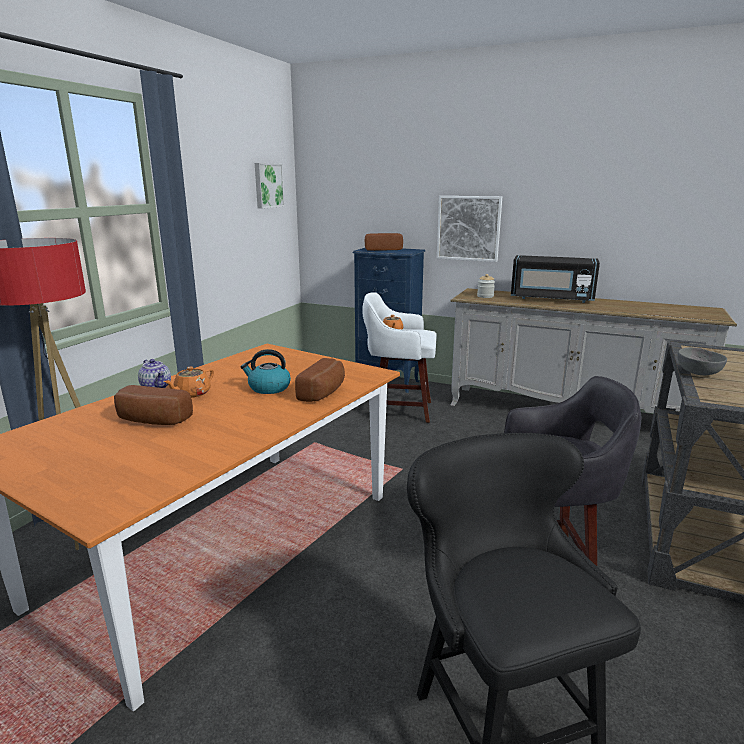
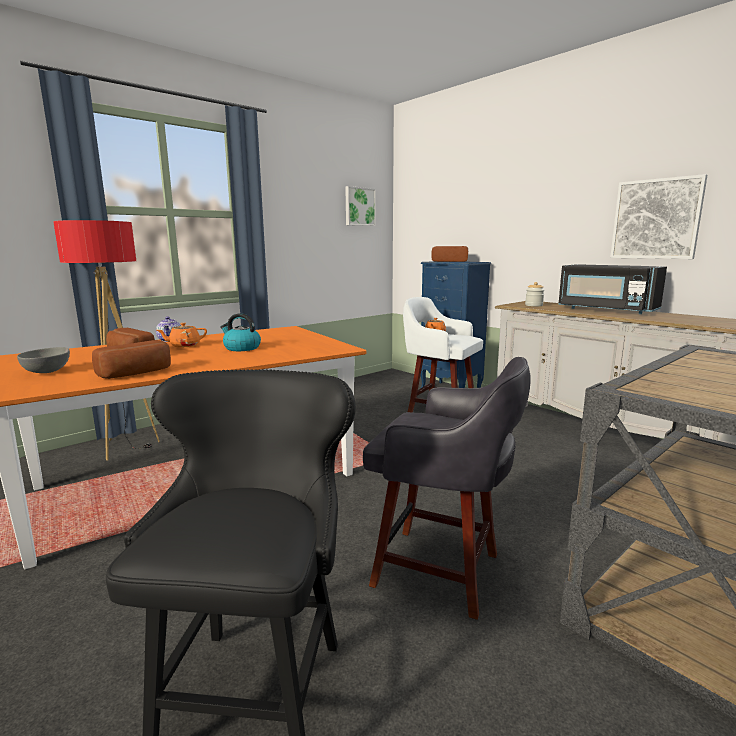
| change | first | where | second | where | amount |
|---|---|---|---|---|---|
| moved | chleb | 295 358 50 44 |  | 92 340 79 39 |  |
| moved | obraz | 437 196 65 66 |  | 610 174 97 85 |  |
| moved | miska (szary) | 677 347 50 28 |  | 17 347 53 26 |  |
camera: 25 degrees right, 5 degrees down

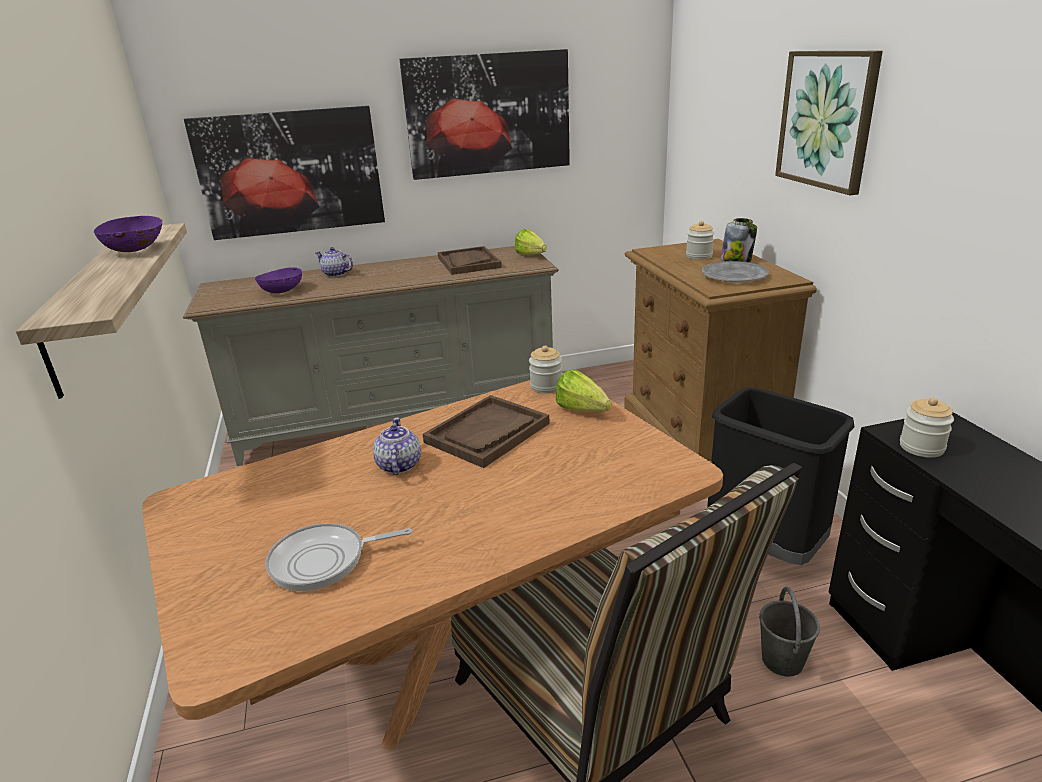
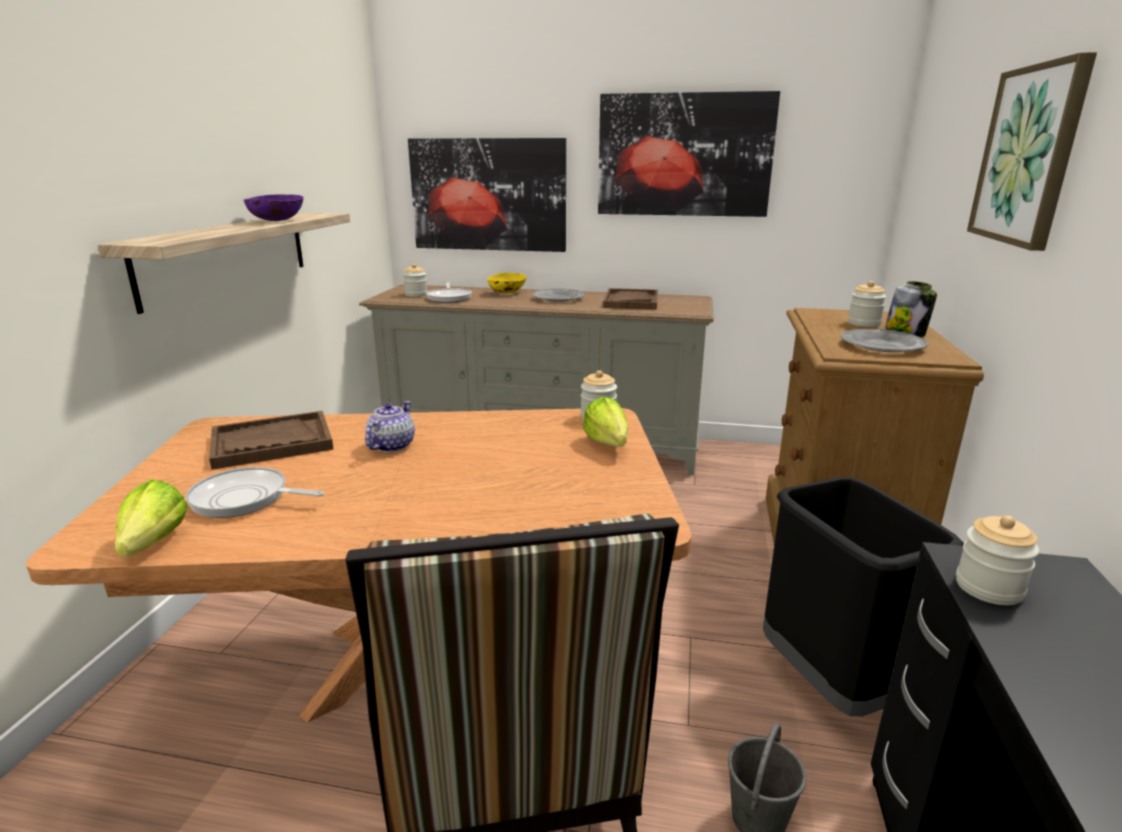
| change | first | where | second | where | amount |
|---|---|---|---|---|---|
| replaced | miska (fioletowy) | 255 267 47 26 | patelnia | 426 283 46 20 |  |
| replaced | imbryk | 315 247 38 30 | miska (żółty) | 487 273 40 21 |  |
| moved | taca (brązowy) | 423 395 127 73 |  | 209 411 124 59 |  |
| moved | sałata | 515 229 31 27 |  | 115 480 73 77 |  |
| added |  |  | słoik | 403 264 25 33 |  |
| added |  |  | talerz (szary) | 532 289 53 13 |  |
camera: 25 degrees right, 5 degrees down

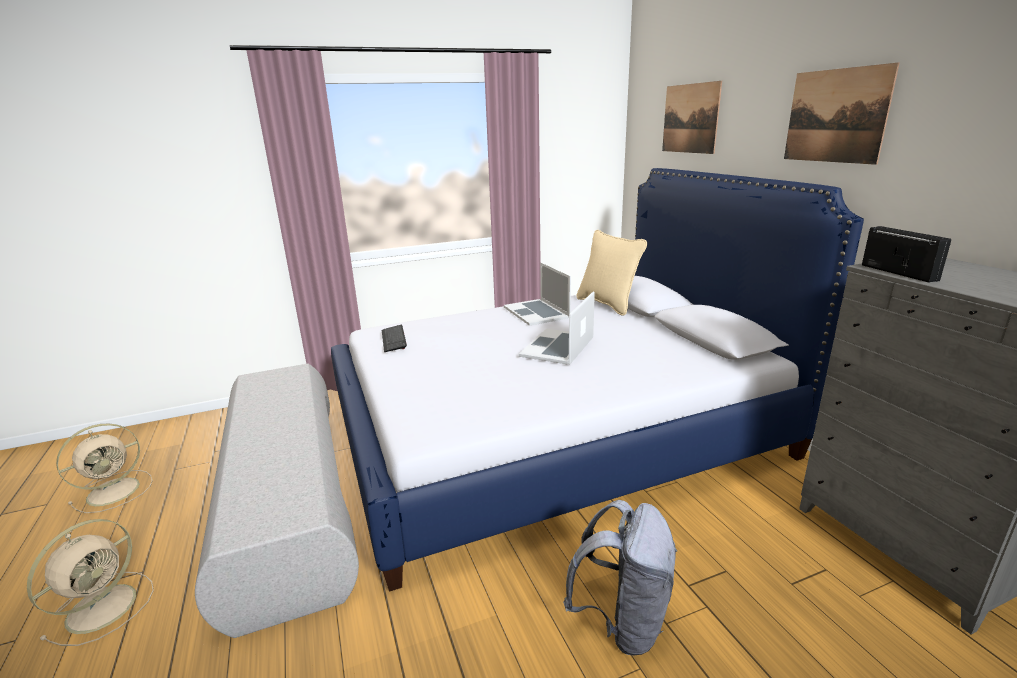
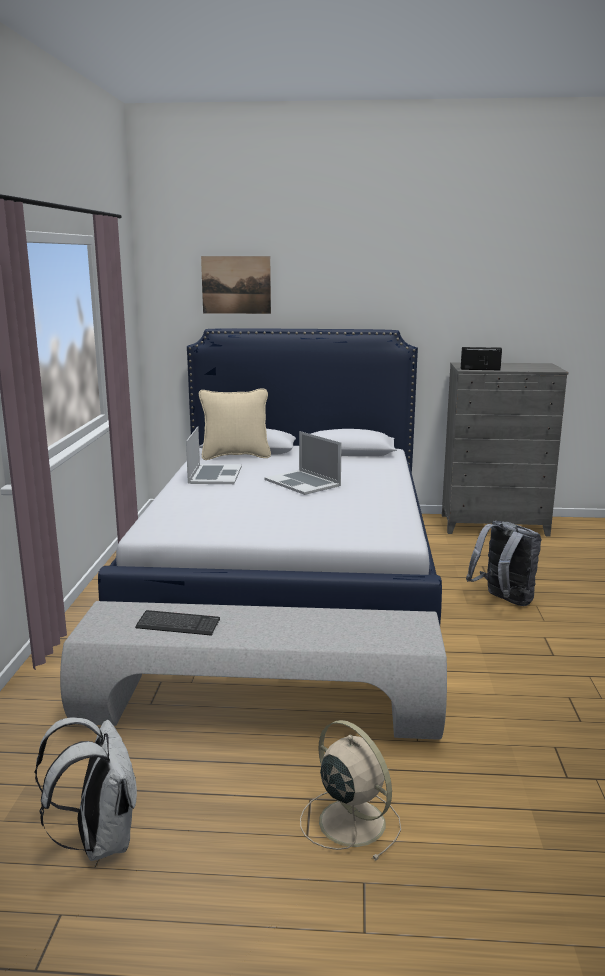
| change | first | where | second | where | amount |
|---|---|---|---|---|---|
| replaced | wentylator (beżowy) | 56 423 97 90 | plecak (biały) | 34 717 103 144 |  |
| moved | klawiatura | 382 325 25 27 |  | 135 610 85 26 |  |
| turned | laptop | 504 262 67 64 |  | 186 427 56 57 | 90 degrees counterclockwise |
| removed | obraz | 784 62 116 103 |  |  |  |
camera: 65 degrees left, 5 degrees down

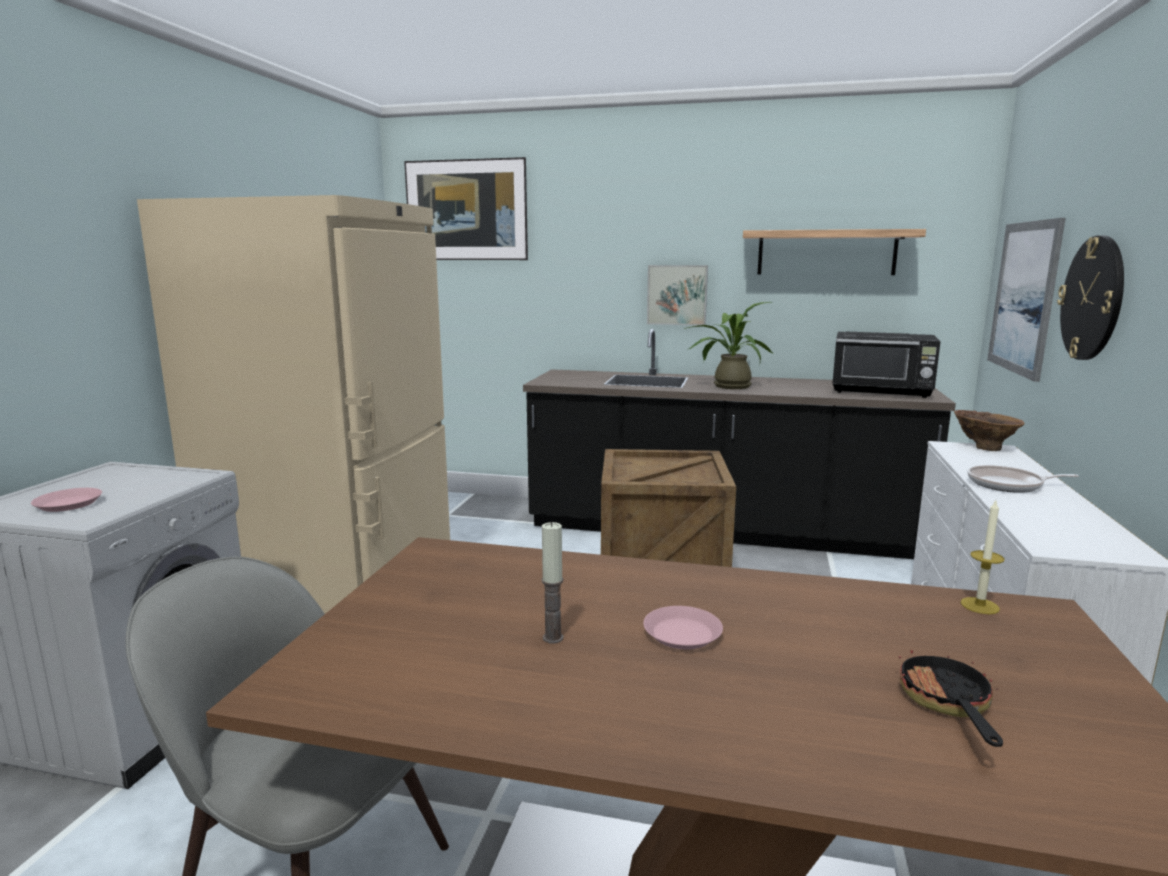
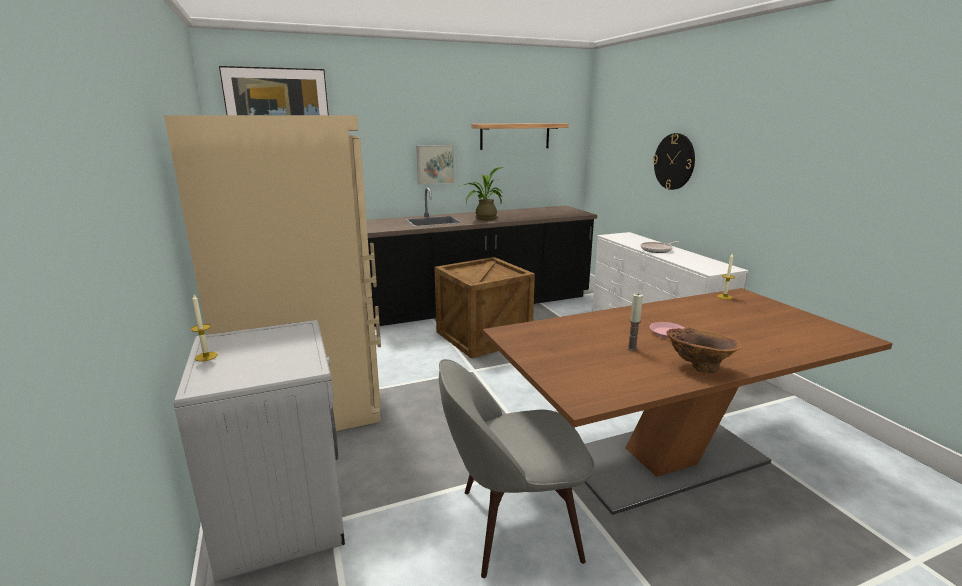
| change | first | where | second | where | amount |
|---|---|---|---|---|---|
| removed | talerz (różowy) | 31 488 71 24 |  |  |  |
| removed | mikrofalówka (czarny) | 832 332 108 66 |  |  |  |
| removed | patelnia | 899 639 104 108 |  |  |  |
| moved | wazon (brązowy) | 954 410 71 41 |  | 666 328 76 45 |  |
| removed | obraz | 987 218 79 164 |  |  |  |
| added |  |  | świeca | 190 294 28 68 |  |
camera: 35 degrees left, 5 degrees up

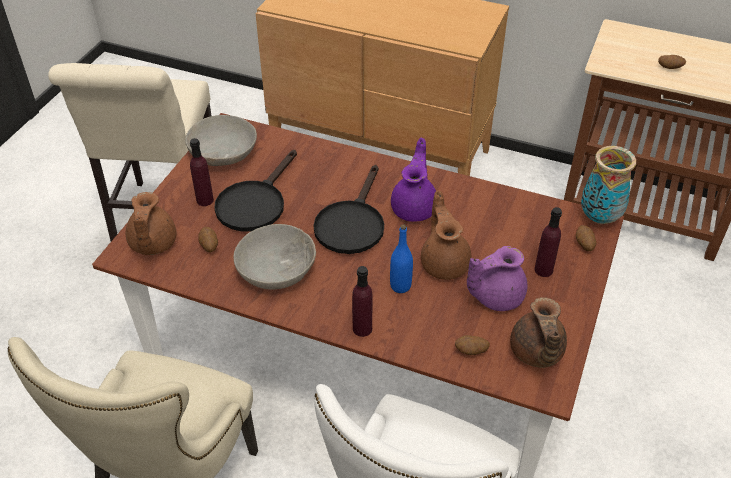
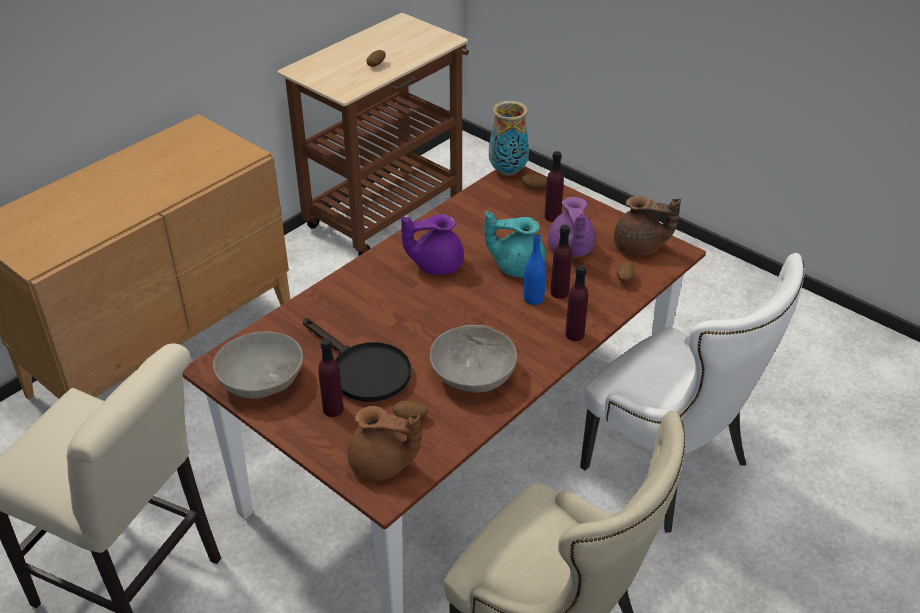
| change | first | where | second | where | amount |
|---|---|---|---|---|---|
| removed | patelnia (czarny) | 314 165 70 89 |  |  |  |
| turned | imbryk (fioletowy) | 391 138 45 84 |  | 401 214 63 61 | 45 degrees counterclockwise |
| recoloured | imbryk (brązowy) | 421 190 51 90 | imbryk (turkusowy) | 484 211 62 67 |  |
| added |  |  | butelka (fioletowy) | 551 225 21 74 |  |
camera: 70 degrees left, 5 degrees down

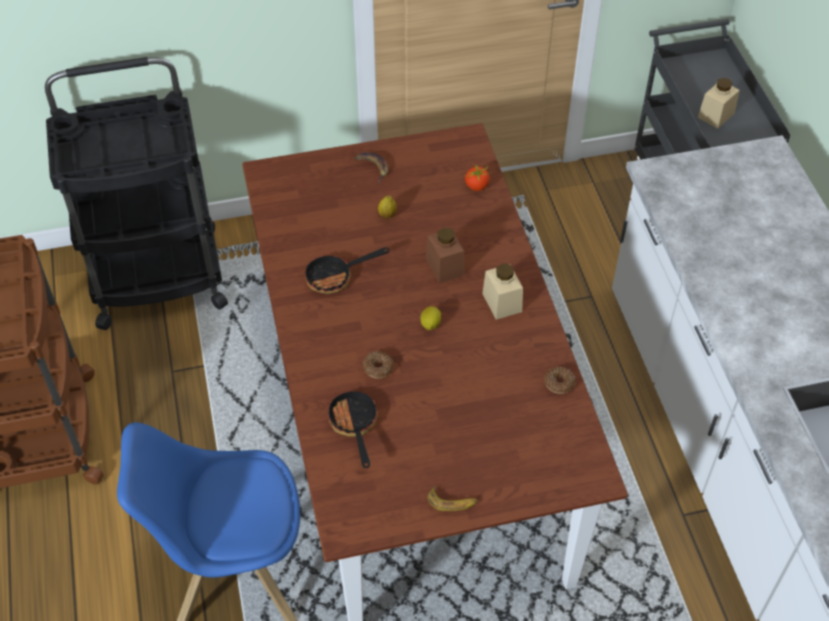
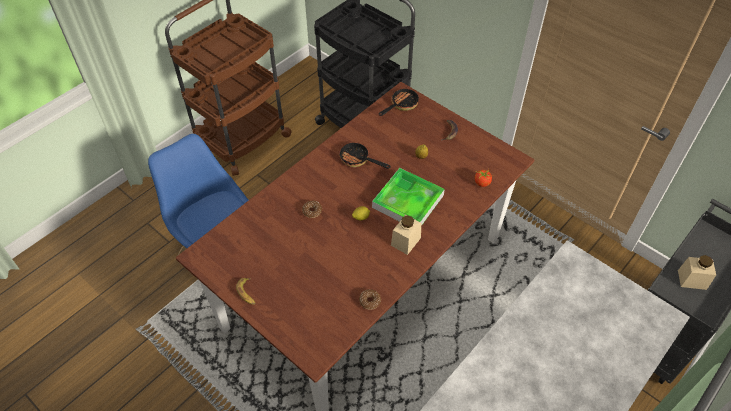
| change | first | where | second | where | amount |
|---|---|---|---|---|---|
| moved | patelnia | 327 391 51 77 |  | 379 87 40 29 |  |
| replaced | słoik (brązowy) | 426 228 39 55 | taca | 372 168 73 58 |  |
camera: 55 degrees right, 0 degrees up

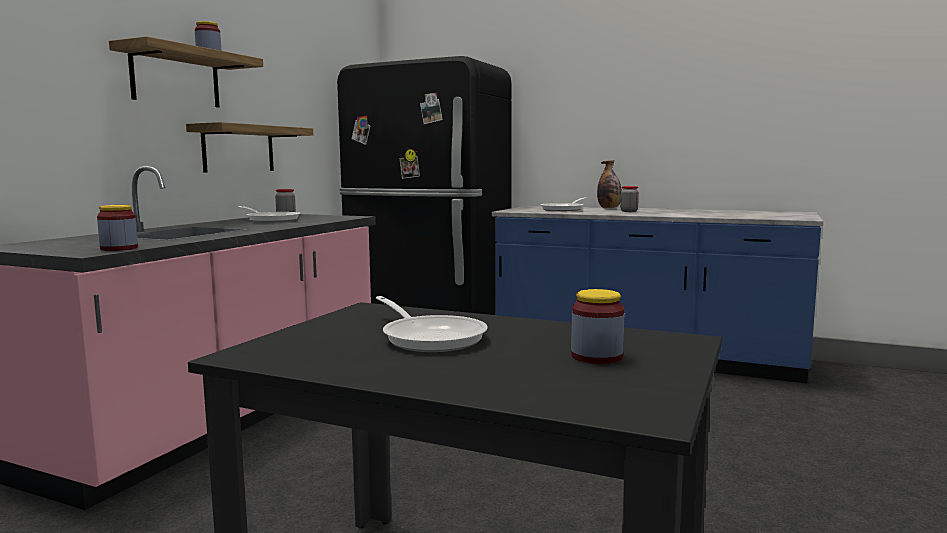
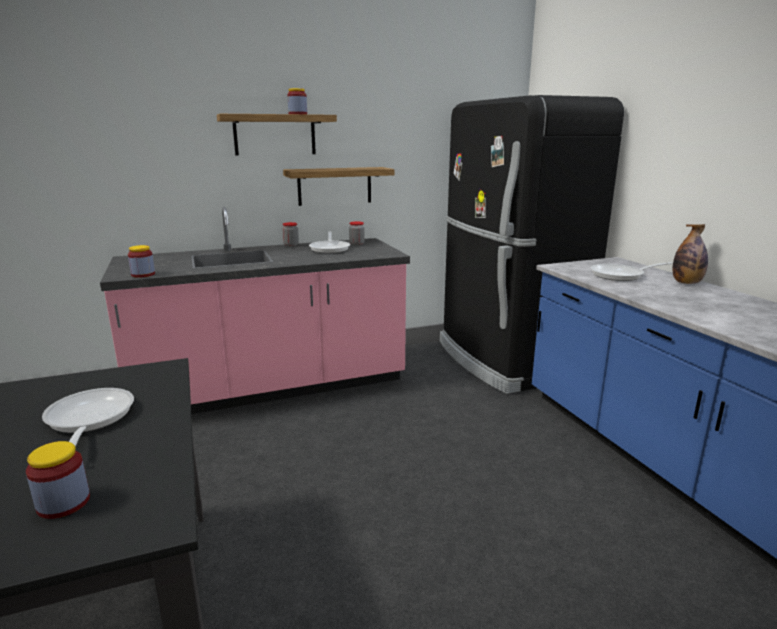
| change | first | where | second | where | amount |
|---|---|---|---|---|---|
| turned | patelnia | 376 296 112 56 |  | 42 388 92 58 | 150 degrees clockwise |
| moved | słoik | 620 186 19 26 |  | 282 222 17 25 |  |
camera: 45 degrees right, 10 degrees up

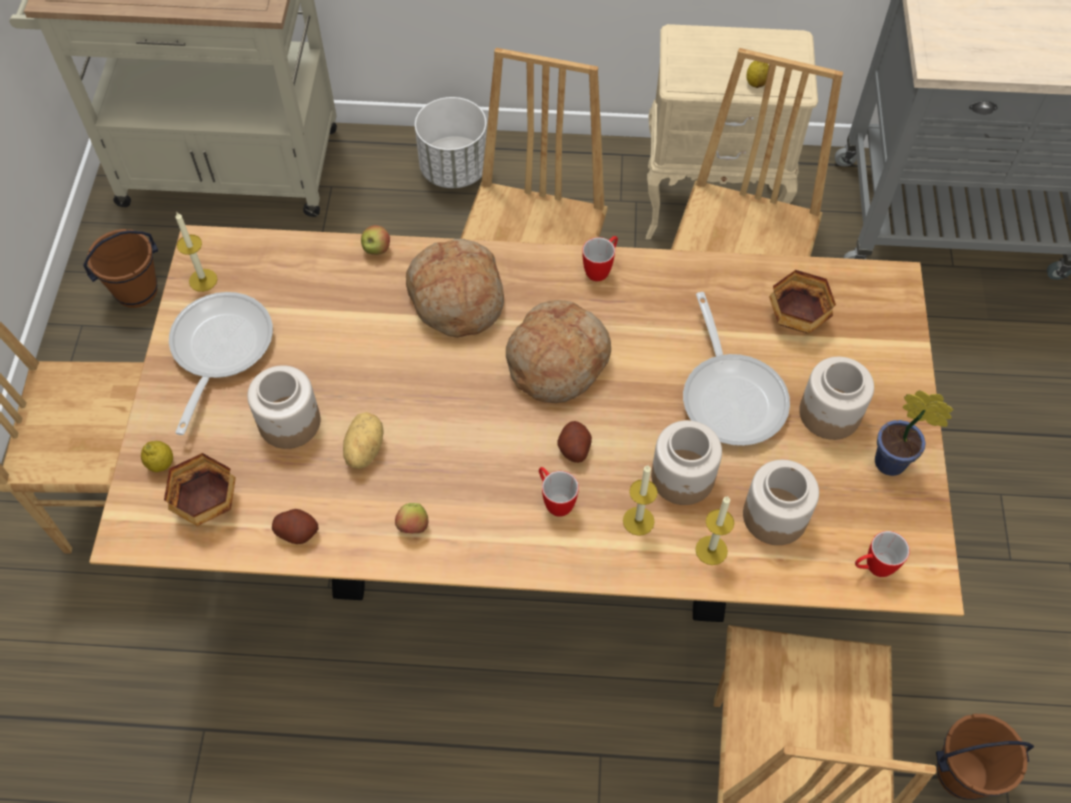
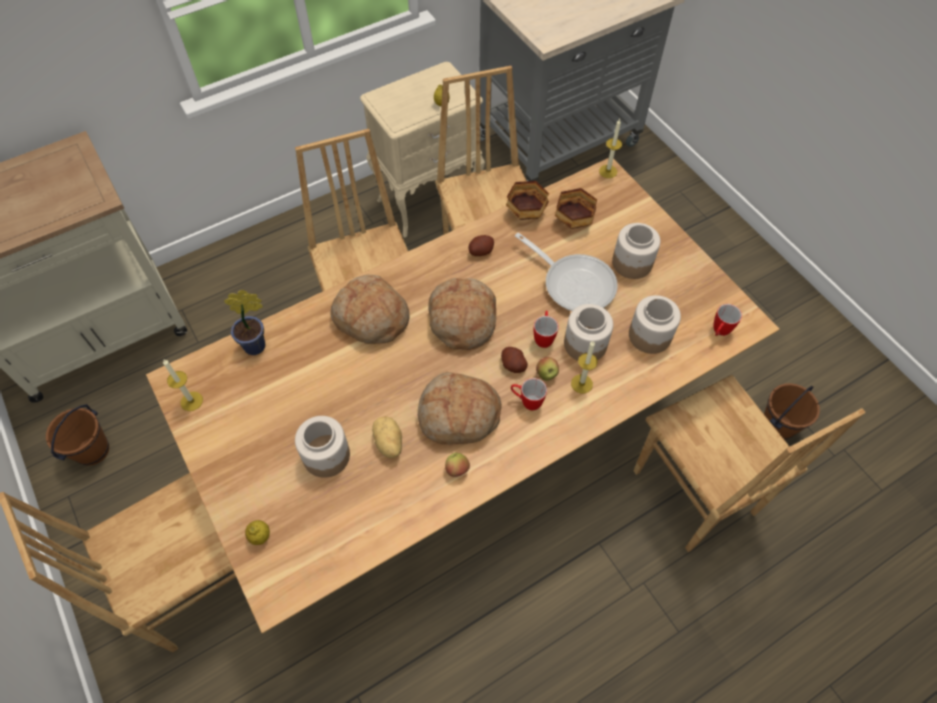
| change | first | where | second | where | amount |
|---|---|---|---|---|---|
| moved | miska | 164 453 72 73 |  | 506 181 43 39 |  |
| removed | patelnia | 169 292 104 143 |  |  |  |
| moved | ziemniak | 272 509 46 35 |  | 469 235 25 21 |  |
| moved | jabłko | 361 225 29 30 |  | 536 357 23 24 |  |
| removed | donica (biały) | 415 97 72 91 |  |  |  |
| moved | kubek | 582 236 36 45 |  | 534 311 25 37 |  |
| moved | świeca | 695 496 39 69 |  | 599 119 23 59 |  |
| moved | roślina doniczkowa | 875 390 78 86 |  | 224 290 41 65 |  |
| added |  |  | chleb | 418 372 84 73 |  |
camera: 35 degrees left, 0 degrees up

